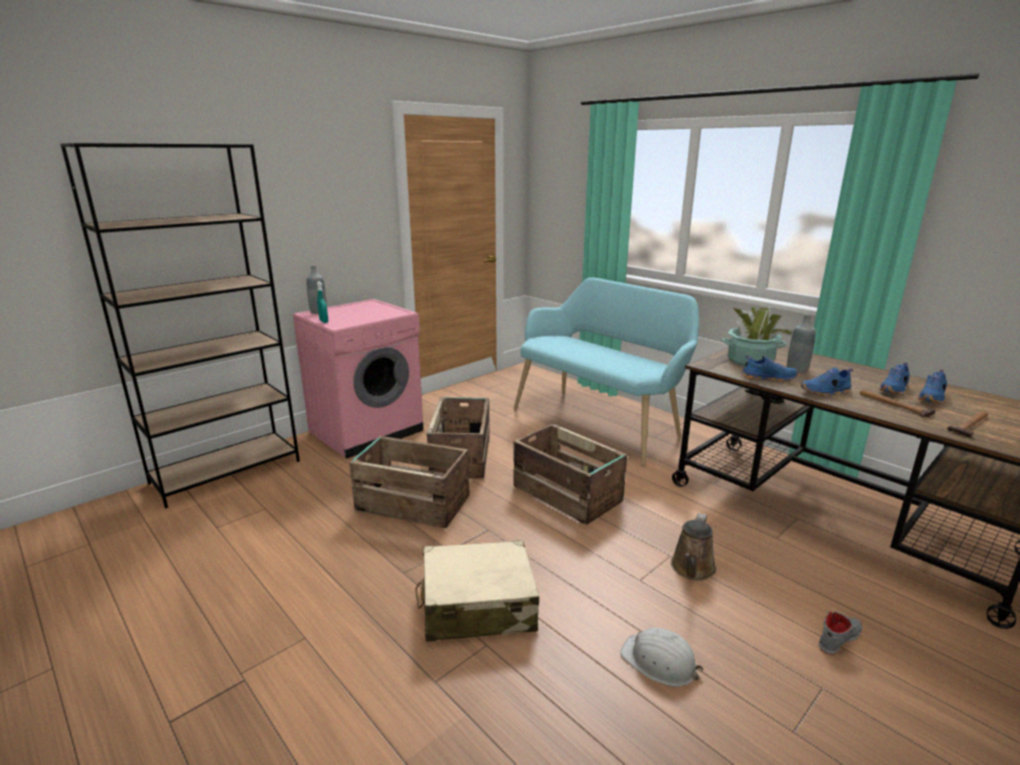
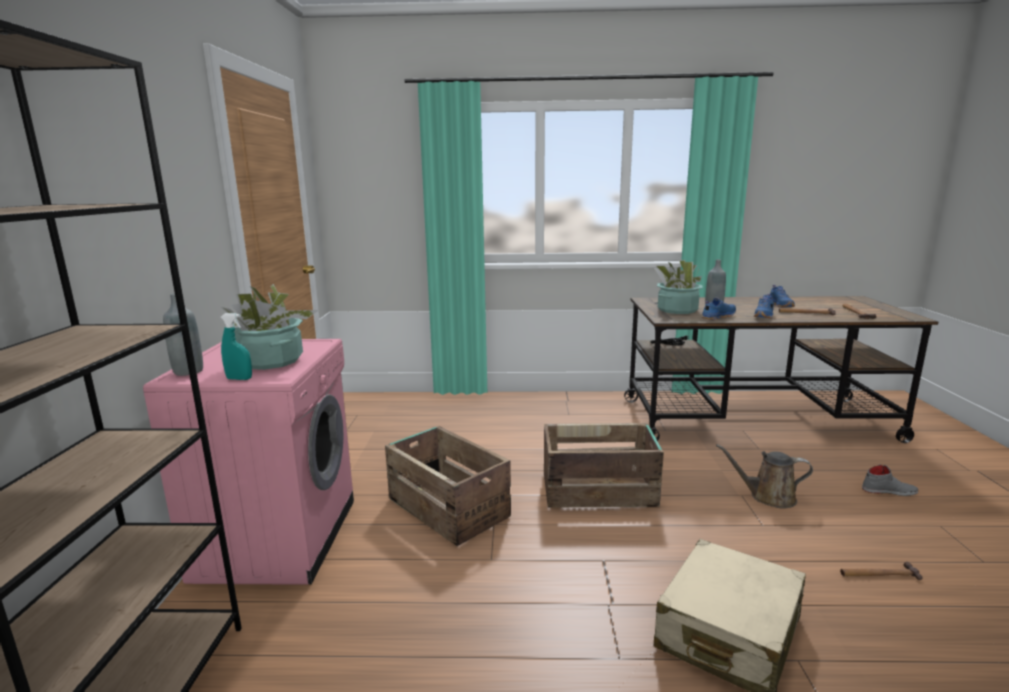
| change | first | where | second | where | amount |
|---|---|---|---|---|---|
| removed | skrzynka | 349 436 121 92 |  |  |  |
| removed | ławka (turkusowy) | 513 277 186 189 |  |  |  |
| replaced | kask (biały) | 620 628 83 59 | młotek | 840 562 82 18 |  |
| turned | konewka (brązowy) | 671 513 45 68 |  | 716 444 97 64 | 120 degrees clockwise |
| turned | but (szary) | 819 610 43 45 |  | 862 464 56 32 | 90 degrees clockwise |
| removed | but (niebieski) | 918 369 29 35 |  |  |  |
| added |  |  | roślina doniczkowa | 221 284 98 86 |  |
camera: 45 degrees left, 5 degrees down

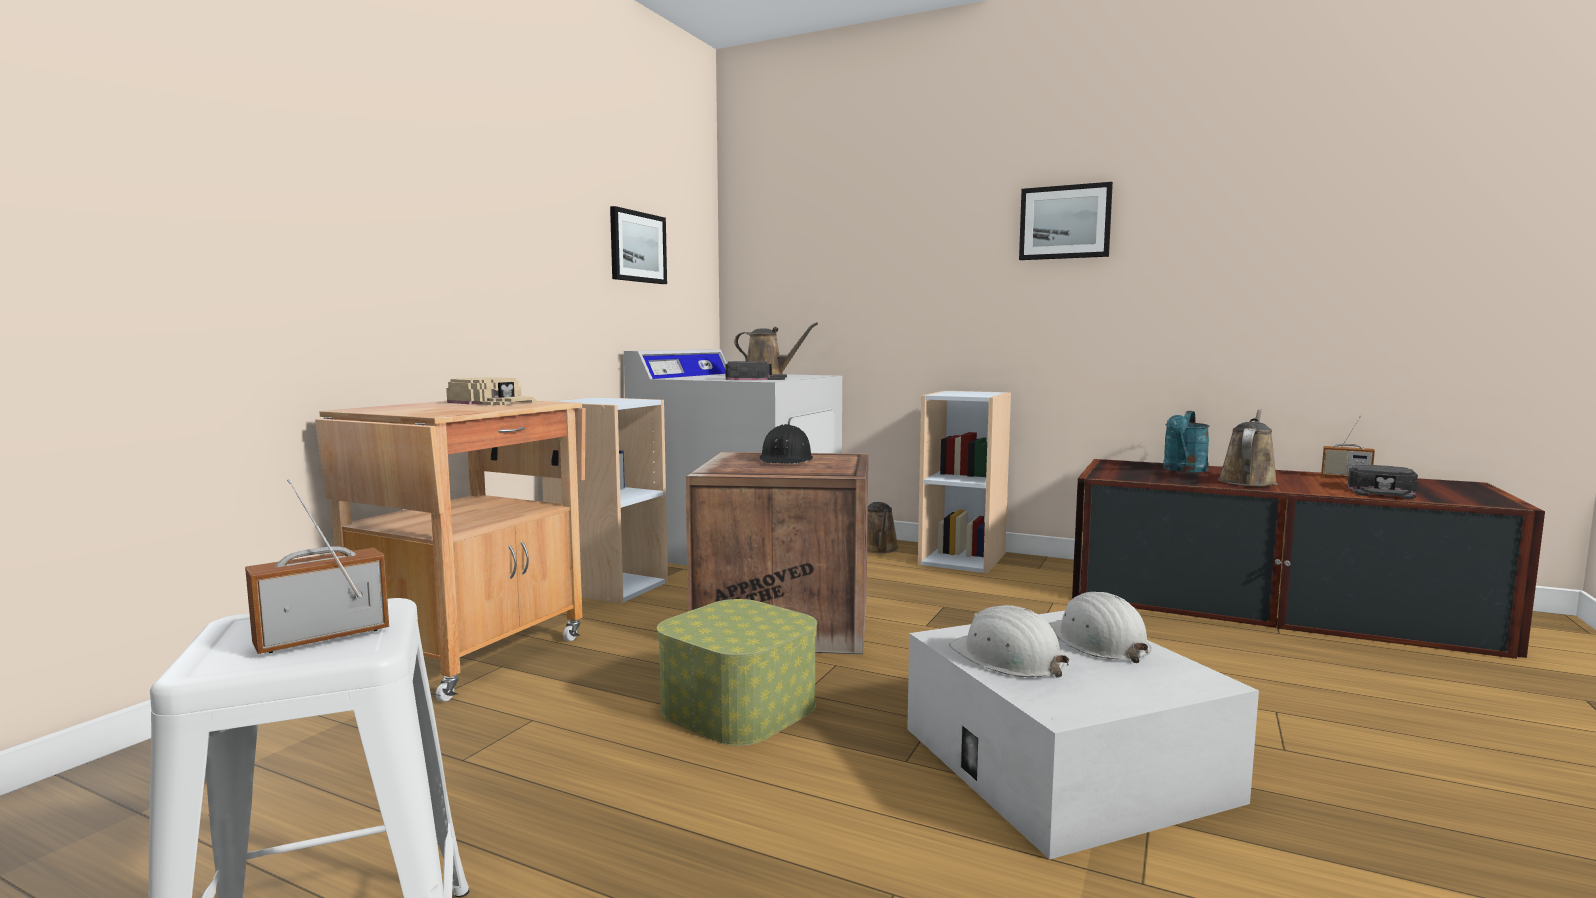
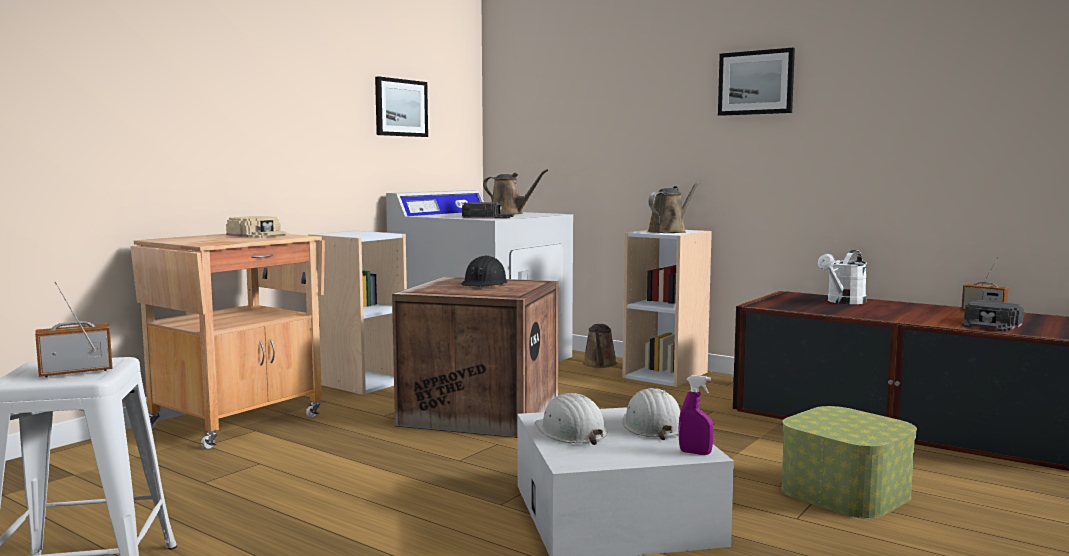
| change | first | where | second | where | amount |
|---|---|---|---|---|---|
| moved | pojemnik do przechowywania | 657 599 160 147 |  | 781 406 136 113 |  |
| recoloured | konewka (turkusowy) | 1163 411 47 61 | konewka (biały) | 818 250 49 54 |  |
| moved | konewka (brązowy) | 1218 409 60 78 |  | 648 182 52 51 |  |
| added |  |  | spryskiwacz (fioletowy) | 679 375 35 80 |  |
camera: 10 degrees right, 0 degrees up

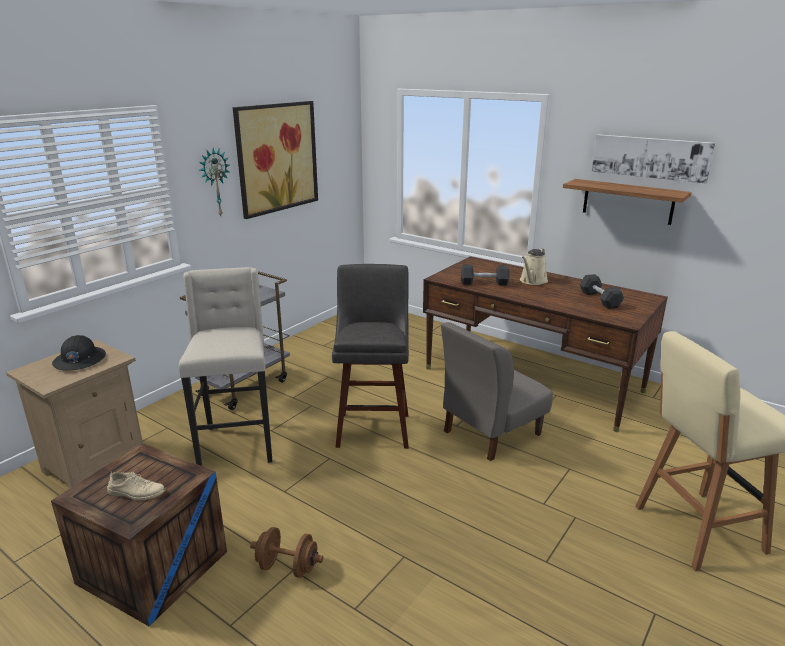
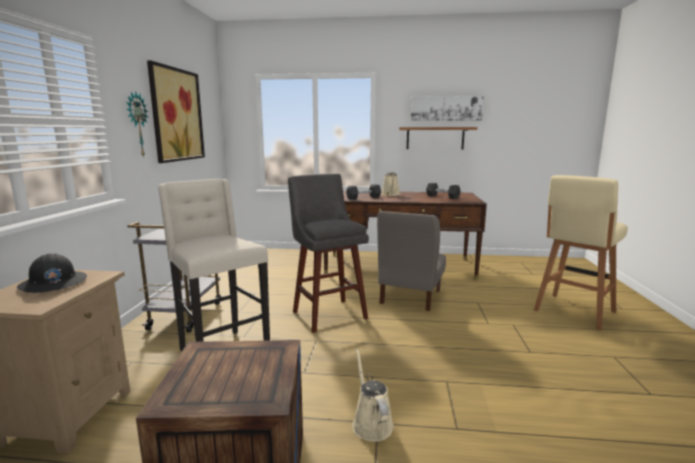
| change | first | where | second | where | amount |
|---|---|---|---|---|---|
| removed | but (beżowy) | 107 472 59 29 |  |  |  |
| replaced | hantel (brązowy) | 250 527 73 51 | konewka (beżowy) | 352 349 42 93 |  |
camera: 30 degrees left, 10 degrees down

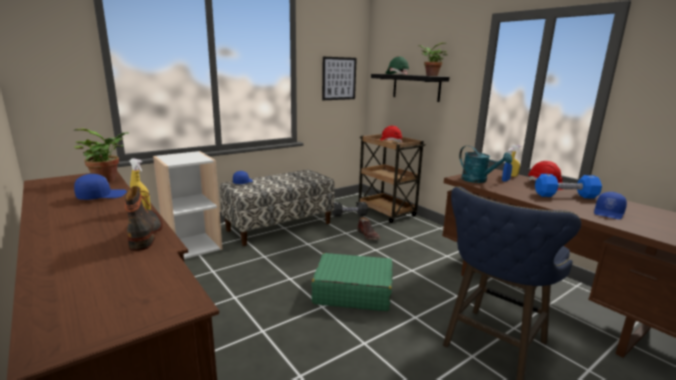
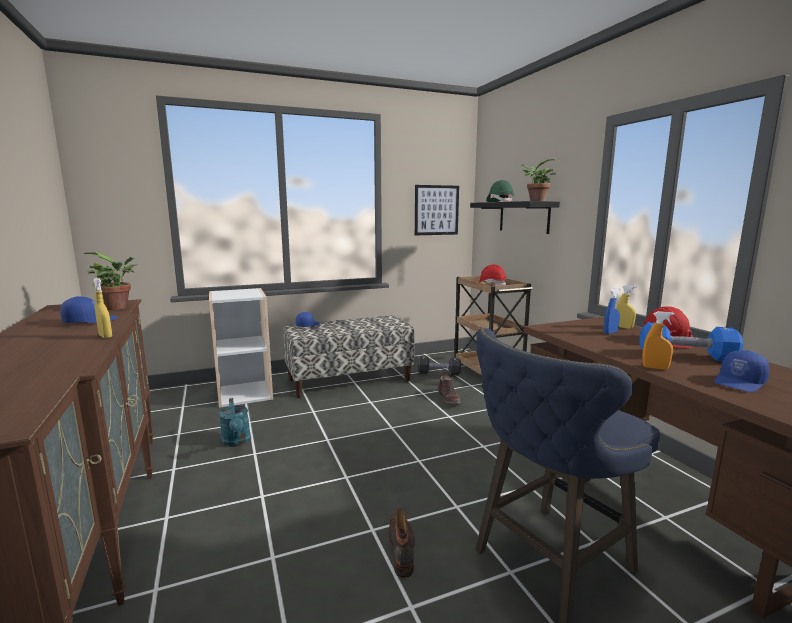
| change | first | where | second | where | amount |
|---|---|---|---|---|---|
| moved | but z cholewką | 125 186 38 65 |  | 389 508 26 70 |  |
| removed | walizka (zielony) | 312 253 81 58 |  |  |  |
| moved | konewka (turkusowy) | 459 145 53 38 |  | 219 398 32 49 |  |
| added |  |  | spryskiwacz (pomarańczowy) | 642 311 33 59 |  |
camera: 15 degrees right, 5 degrees down

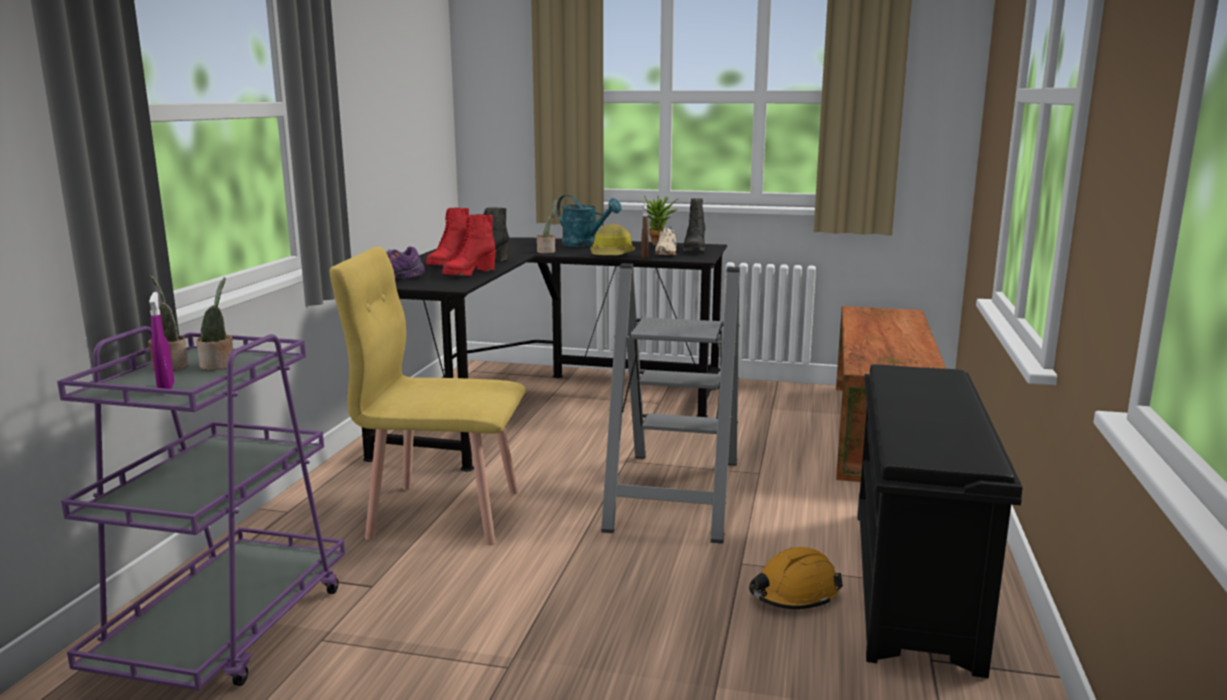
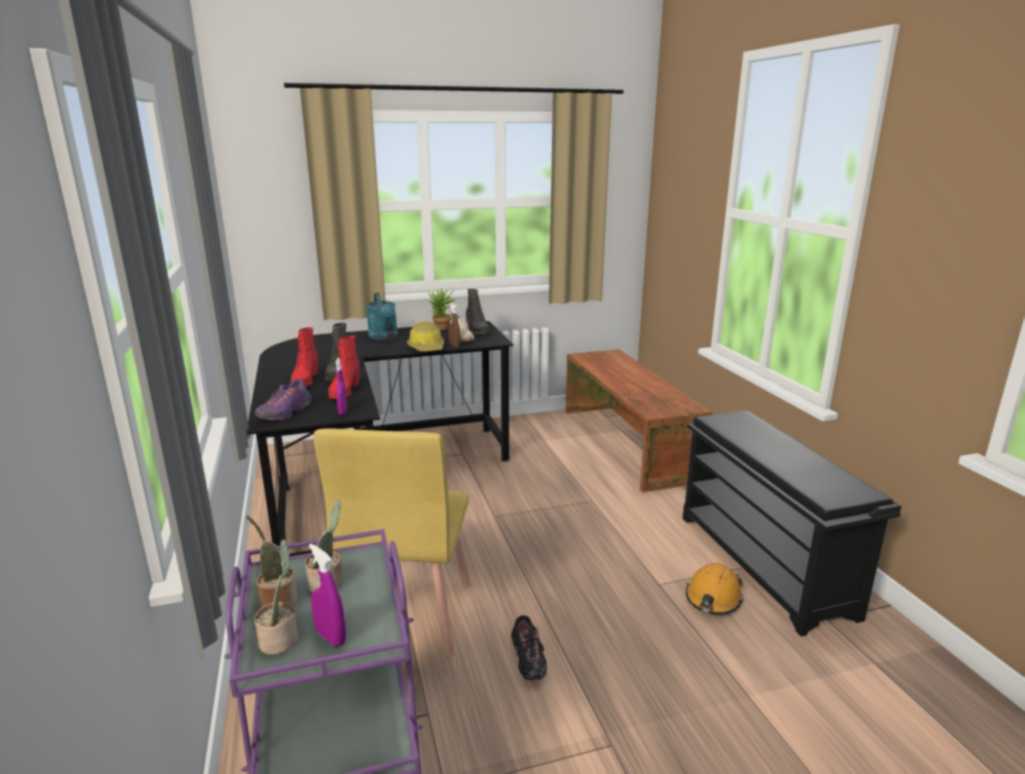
| change | first | where | second | where | amount |
|---|---|---|---|---|---|
| turned | krzesło (żółty) | 329 247 197 298 |  | 314 428 157 229 | 60 degrees counterclockwise |
| moved | roślina doniczkowa | 537 200 20 54 |  | 254 539 44 116 |  |
| turned | konewka (turkusowy) | 557 195 65 52 |  | 366 293 32 47 | 60 degrees clockwise |
| removed | drabinka (szary) | 601 263 139 281 |  |  |  |
| added |  |  | spryskiwacz (fioletowy) | 336 358 11 57 |  |
| added |  |  | but (czarny) | 511 615 36 65 |  |
camera: 30 degrees left, 5 degrees up

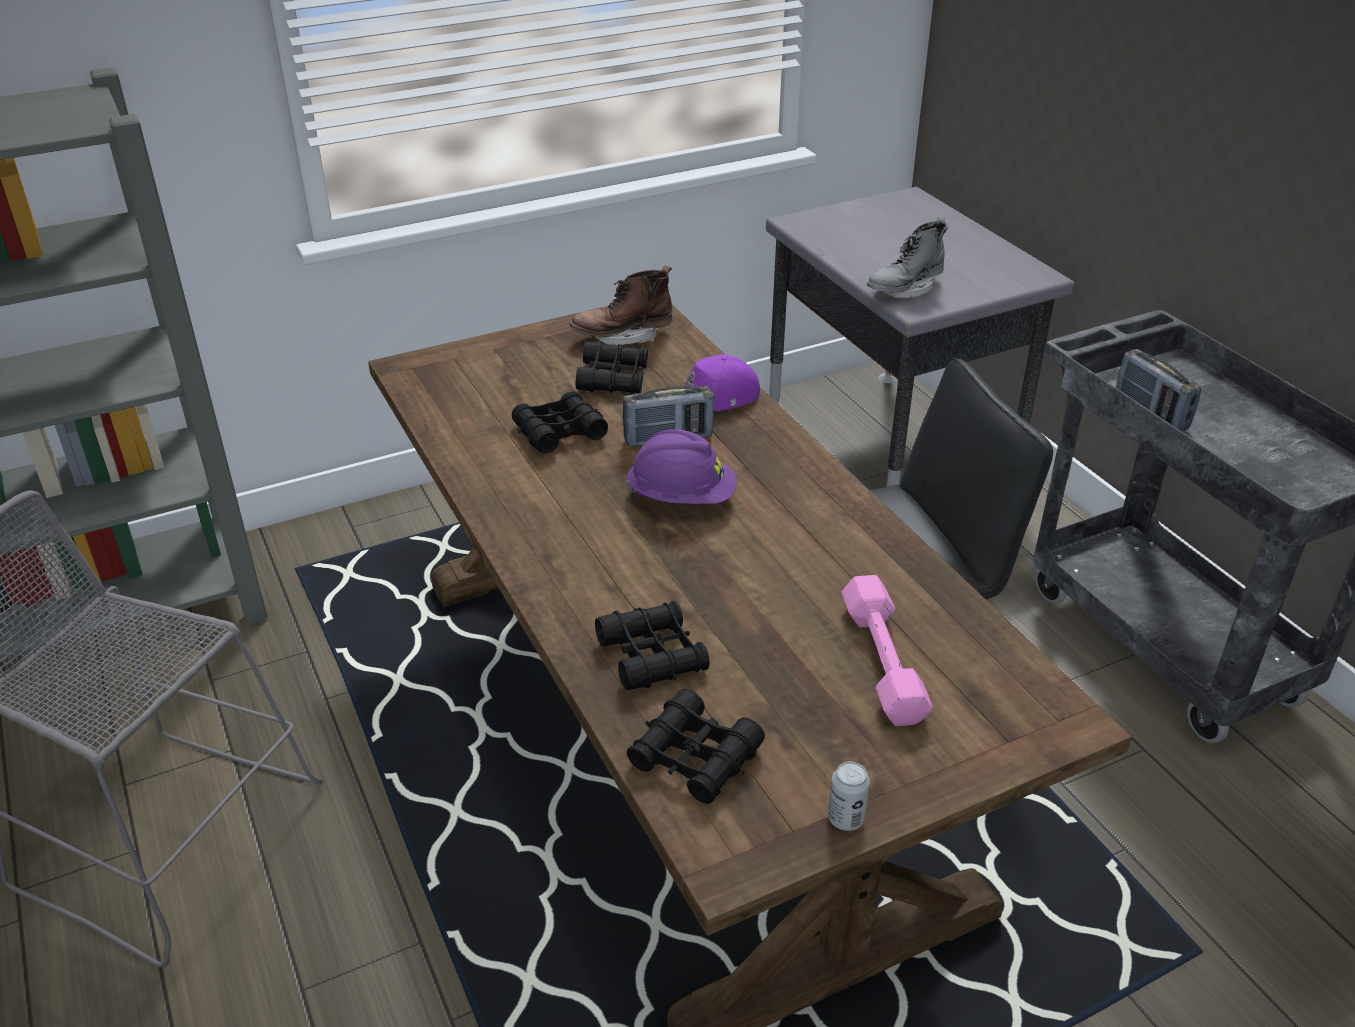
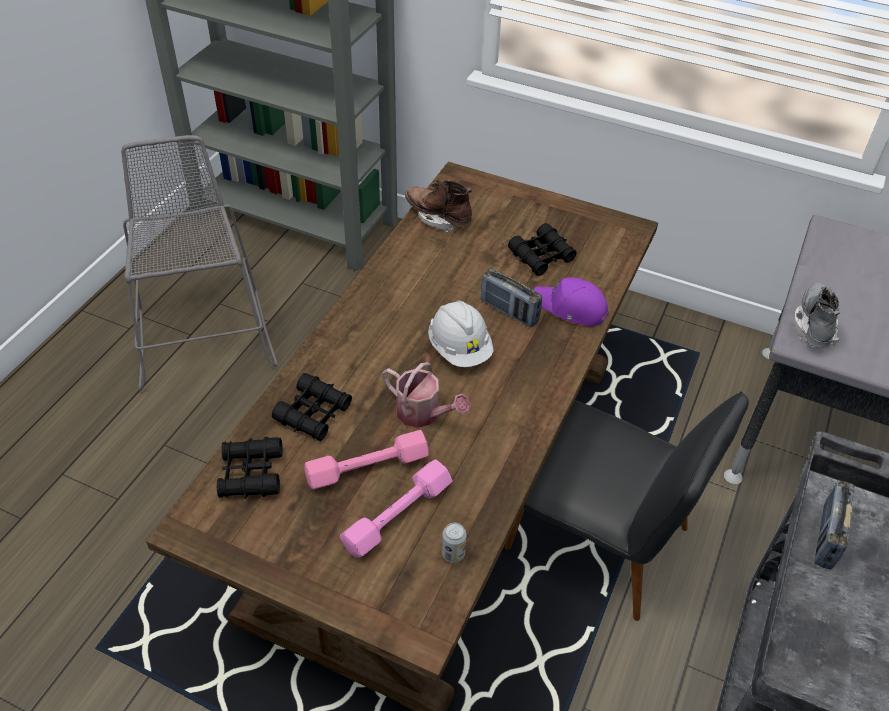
| change | first | where | second | where | amount |
|---|---|---|---|---|---|
| removed | lornetka (czarny) | 512 391 96 62 |  |  |  |
| moved | but z cholewką (brązowy) | 570 266 103 79 |  | 405 180 67 52 |  |
| recoloured | kask (fioletowy) | 626 429 111 75 | kask (biały) | 428 301 66 66 |  |
| moved | puszka | 828 761 42 70 |  | 442 523 25 40 |  |
| turned | but z cholewką (szary) | 867 216 81 83 |  | 793 283 48 65 | 90 degrees clockwise |
| added |  |  | hantel (różowy) | 304 430 125 59 |  |
| added |  |  | konewka | 382 362 89 66 |  |
camera: 50 degrees right, 10 degrees up

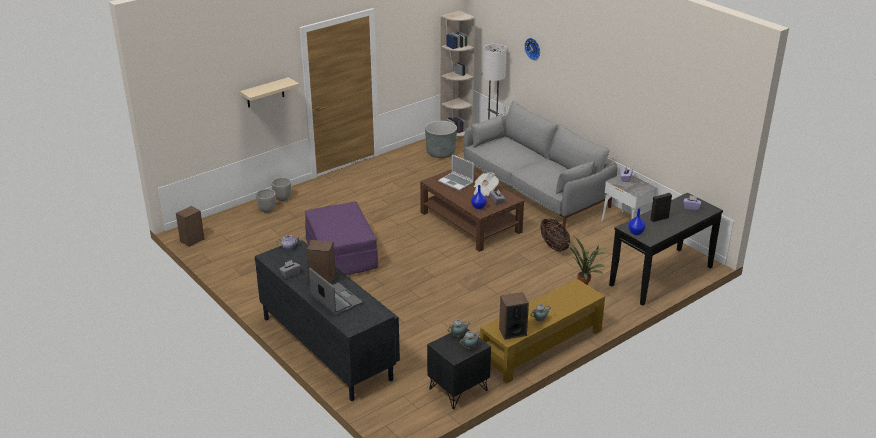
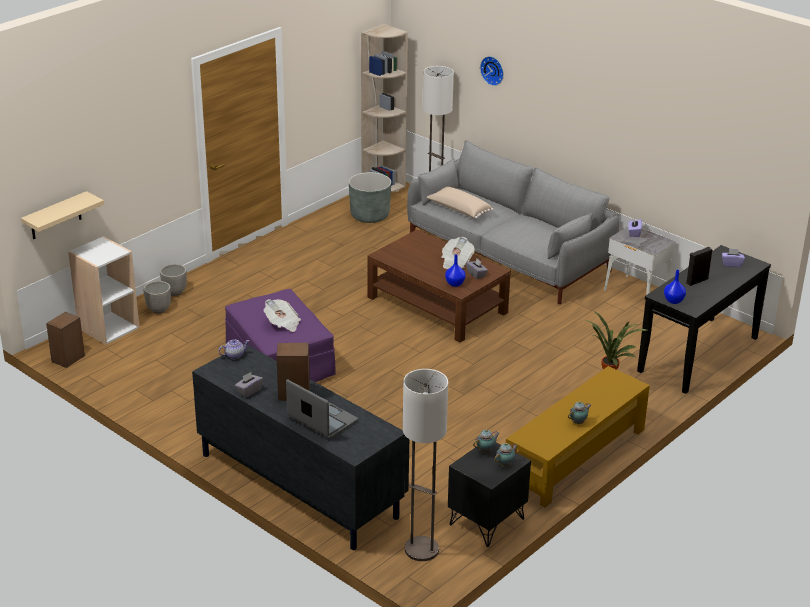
| change | first | where | second | where | amount |
|---|---|---|---|---|---|
| moved | półka (beżowy) | 240 77 59 30 |  | 21 191 83 48 |  |
| removed | laptop | 438 154 36 37 |  |  |  |
| removed | głośnik | 499 292 30 47 |  |  |  |
| removed | koszyk | 541 219 29 33 |  |  |  |
| added |  |  | regał | 68 236 72 109 |  |
| added |  |  | gazeta | 264 299 37 33 |  |
| added |  |  | lampa stojąca | 403 369 45 192 |  |
| added |  |  | poduszka (beżowy) | 427 187 66 32 |  |
camera: 10 degrees left, 0 degrees up

